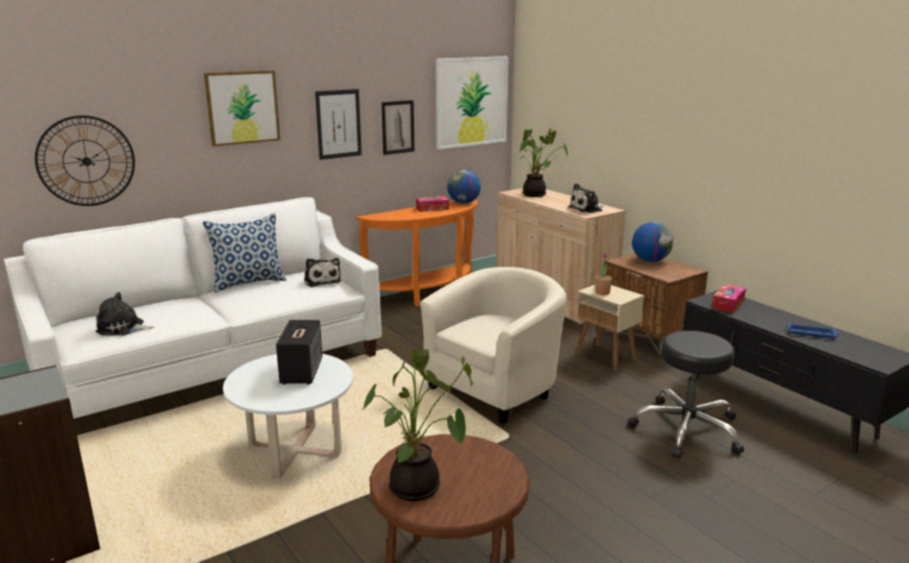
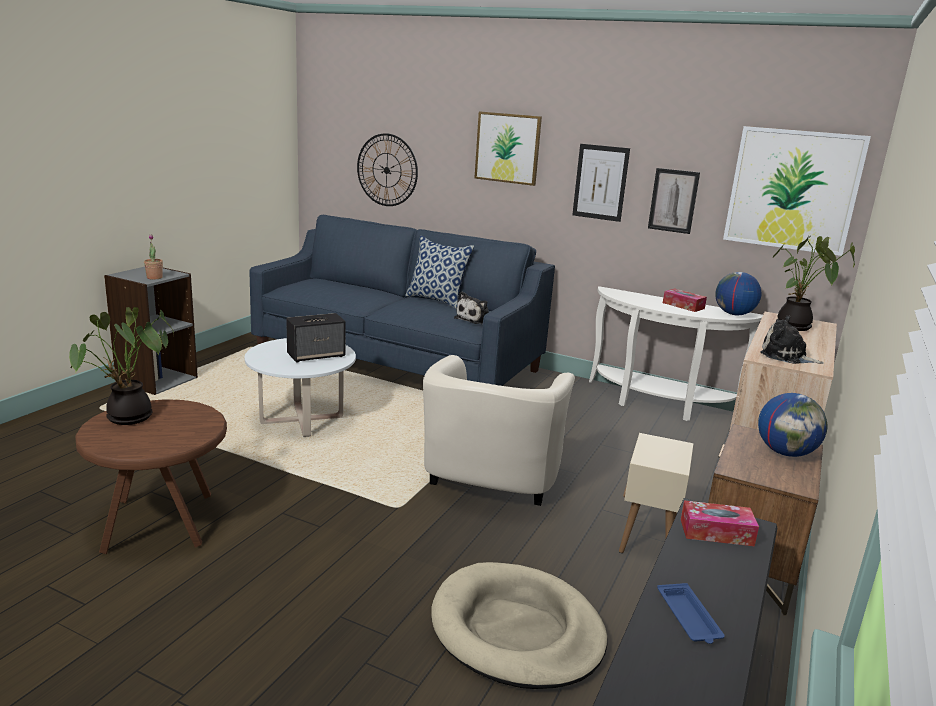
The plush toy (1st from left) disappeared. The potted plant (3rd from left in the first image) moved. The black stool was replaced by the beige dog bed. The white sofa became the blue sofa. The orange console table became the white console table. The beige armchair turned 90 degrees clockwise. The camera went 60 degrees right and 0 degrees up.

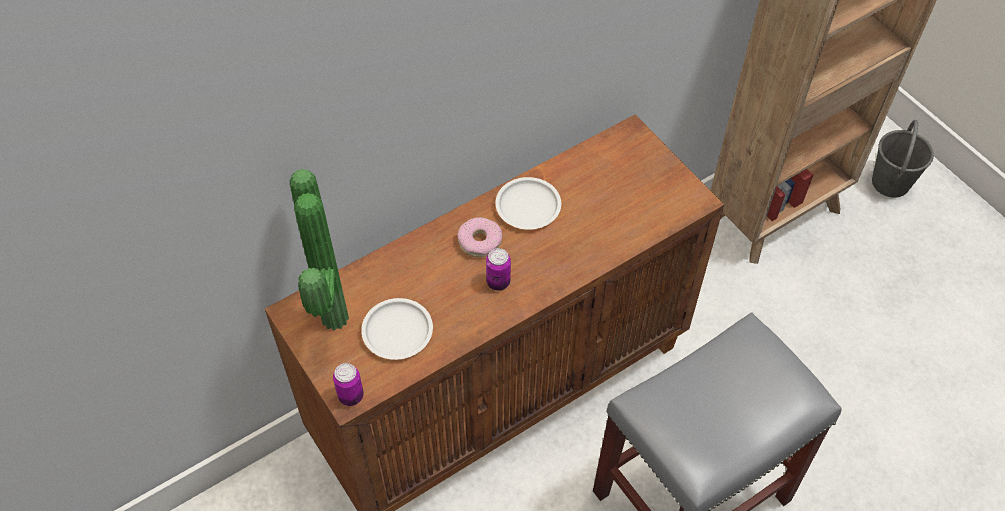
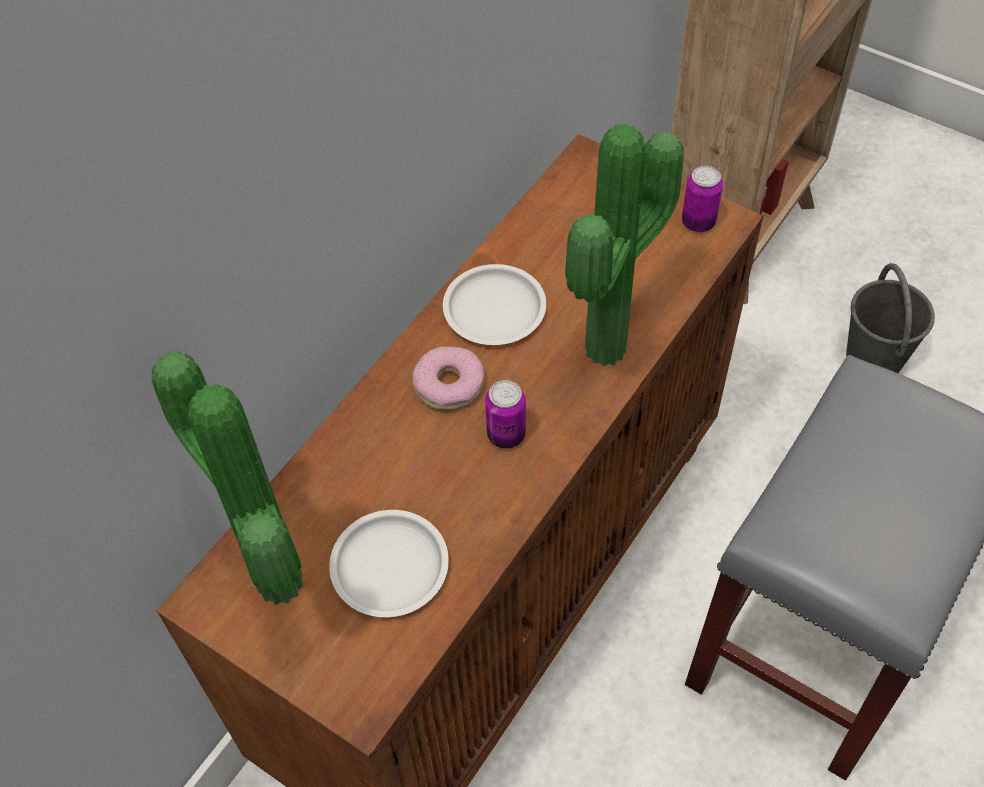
The potted plant (2nd from left) appeared. The can (1st from left in the first image) moved. The grey bucket moved. The camera went 20 degrees left and 0 degrees up.

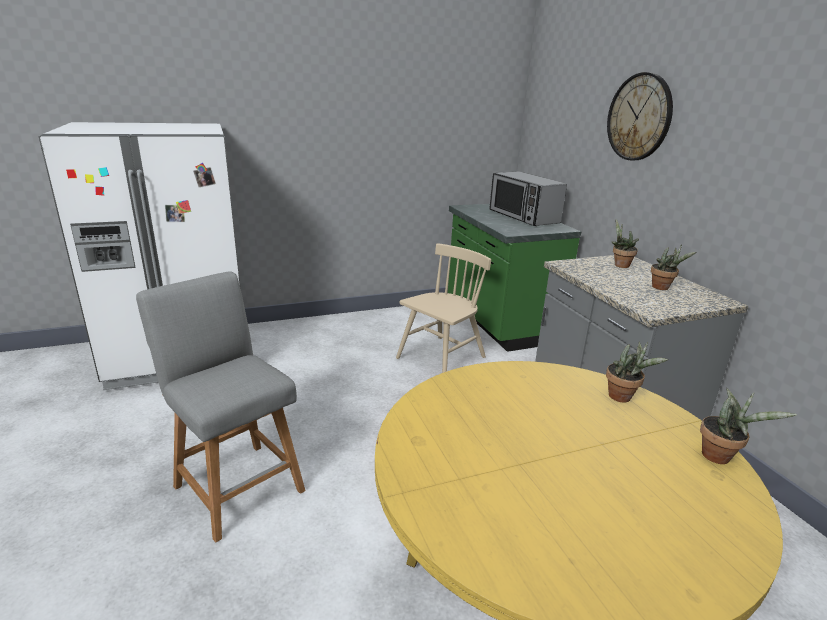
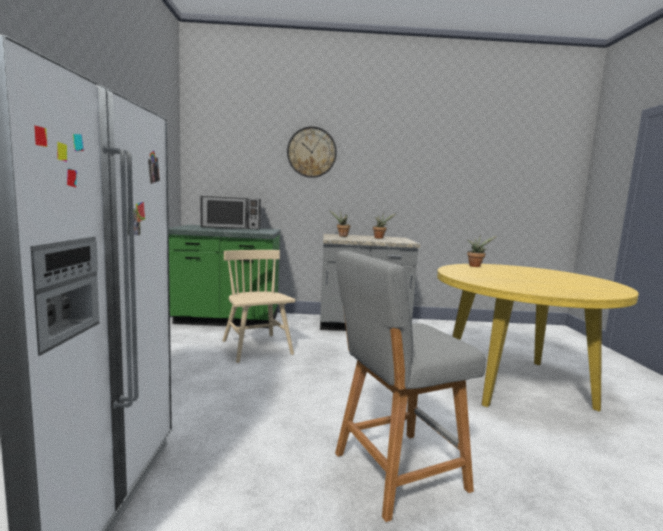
The potted plant (4th from left) disappeared. The camera went 70 degrees left and 15 degrees down.

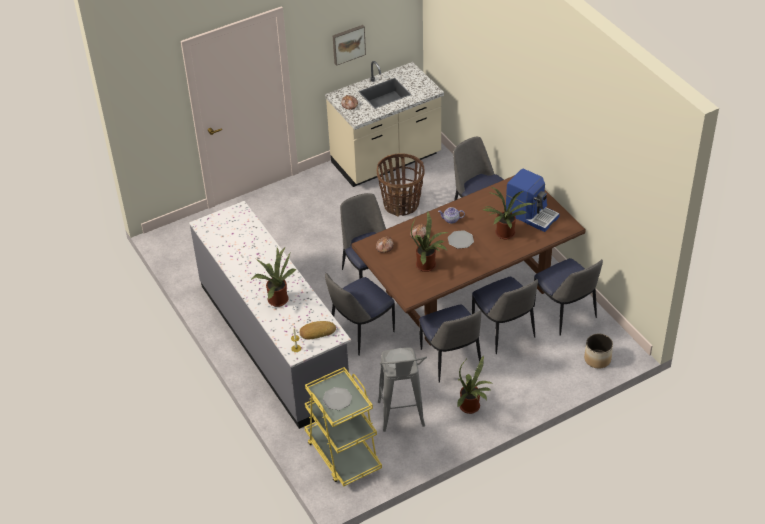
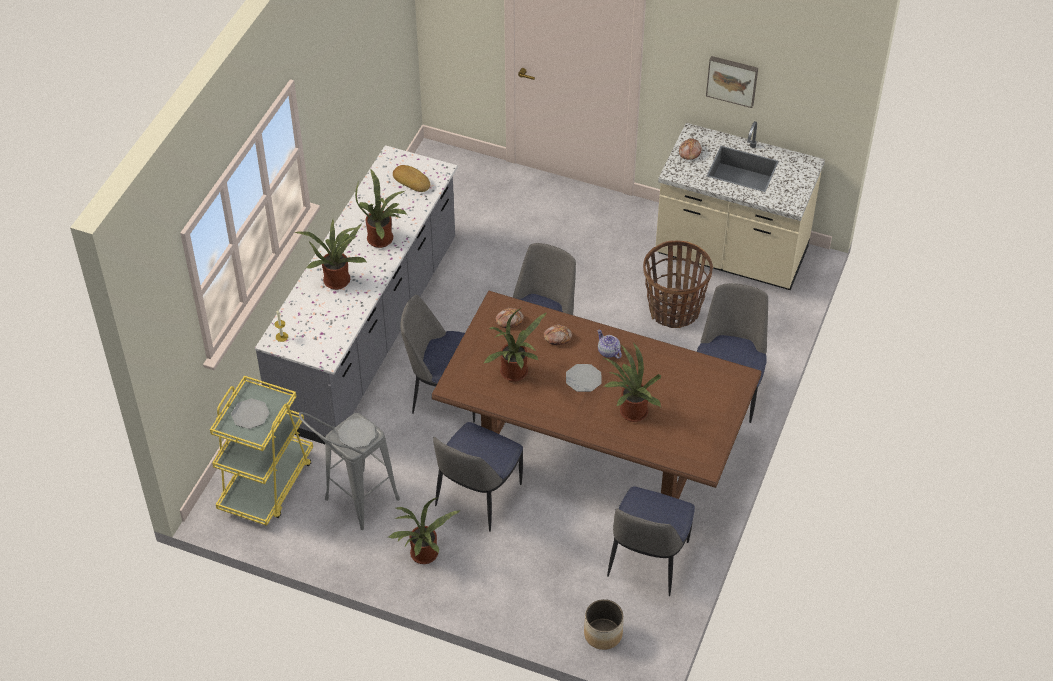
The chair (5th from left) disappeared. The coffee machine disappeared. The potted plant (2nd from left) appeared. The bread (1st from left) moved. The camera went 50 degrees right and 5 degrees up.

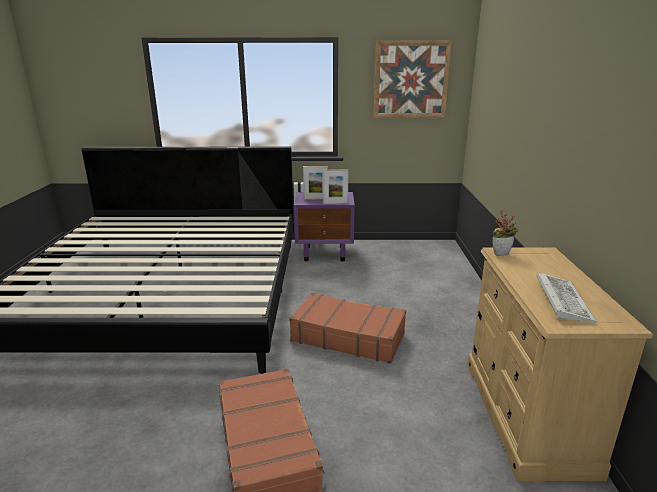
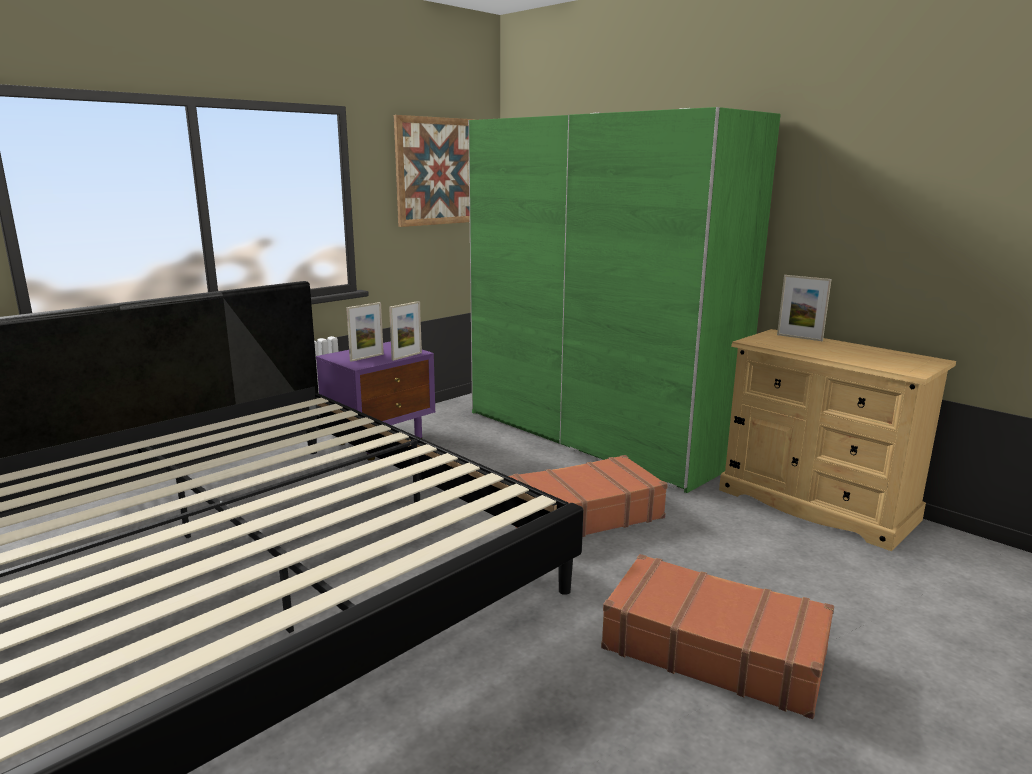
The potted plant disappeared. The keyboard disappeared. The green wardrobe appeared. The picture frame (3rd from left) appeared. The camera went 45 degrees left and 5 degrees down.

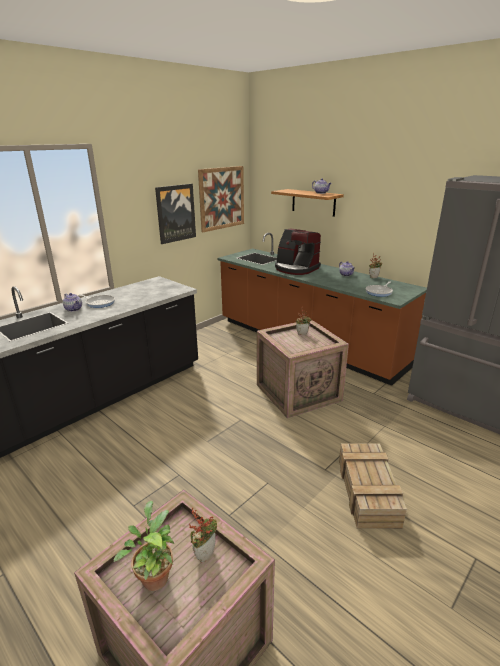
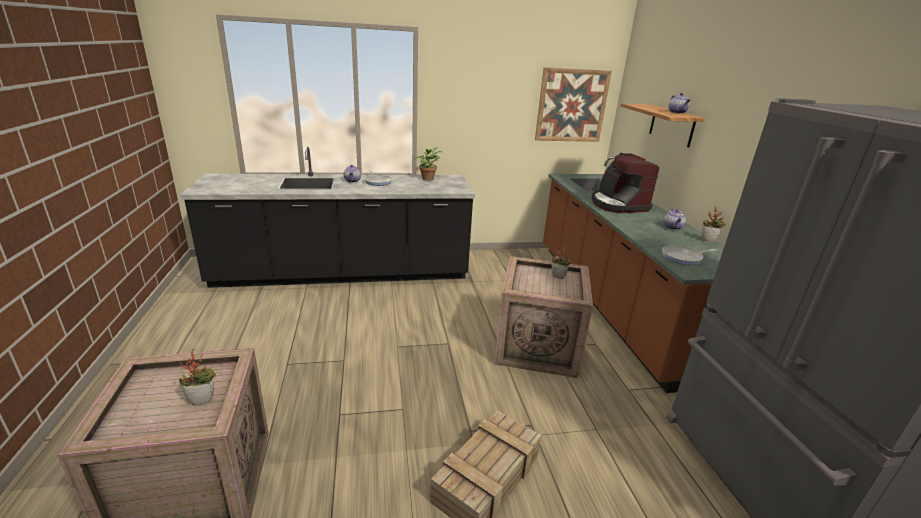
The picture (1st from left) disappeared. The potted plant (1st from left in the first image) moved. The camera went 35 degrees right and 0 degrees up.

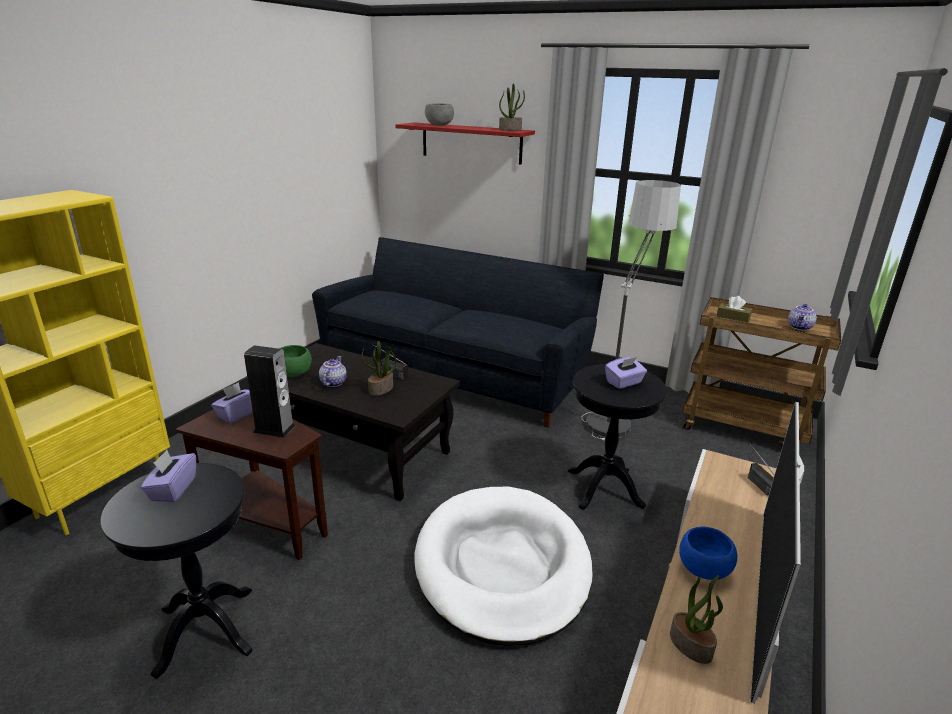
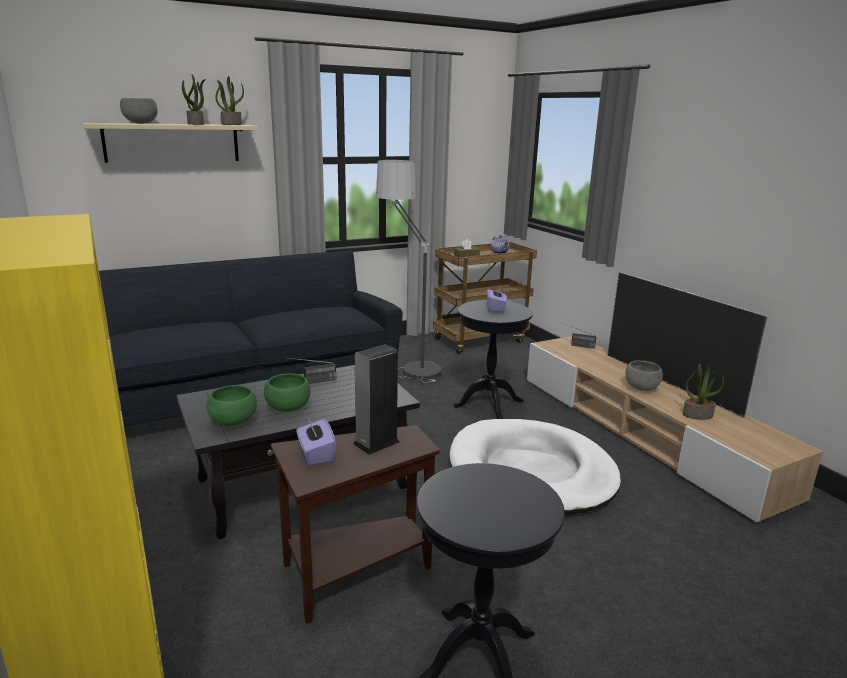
The purple tissue box (1st from left) disappeared. The potted plant (1st from left) moved. The teapot (1st from left) was replaced by the green bowl (2nd from left). The red shelf became the beige shelf. The blue bowl became the grey bowl (2nd from left). The camera went 55 degrees left and 5 degrees down.

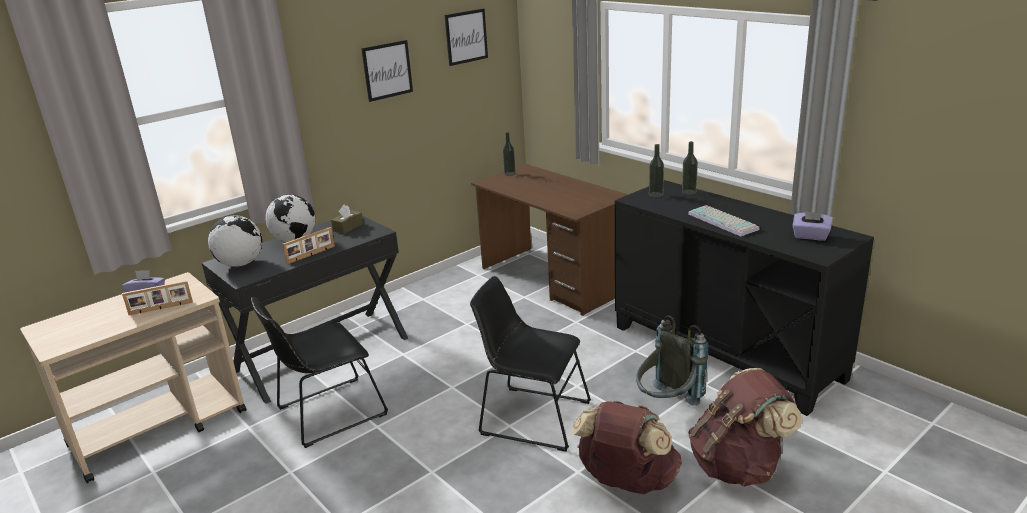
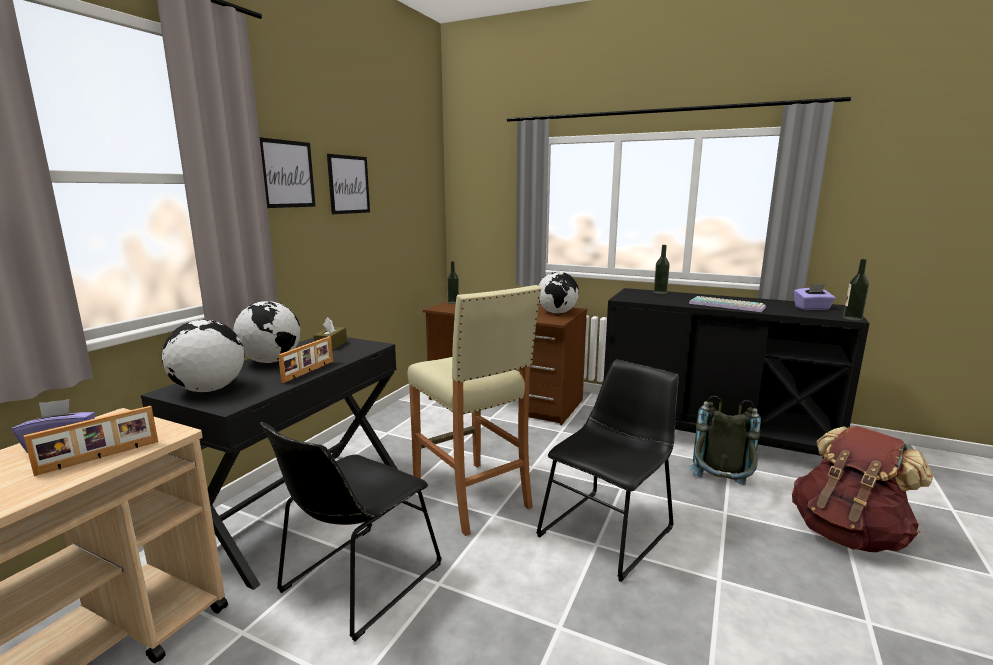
The brown backpack (1st from left) disappeared. The beige stool appeared. The globe (3rd from left) appeared. The picture (2nd from left in the first image) moved. The bottle (2nd from left in the first image) moved. The black chair (2nd from left) turned 135 degrees clockwise. The camera went 25 degrees left and 10 degrees down.

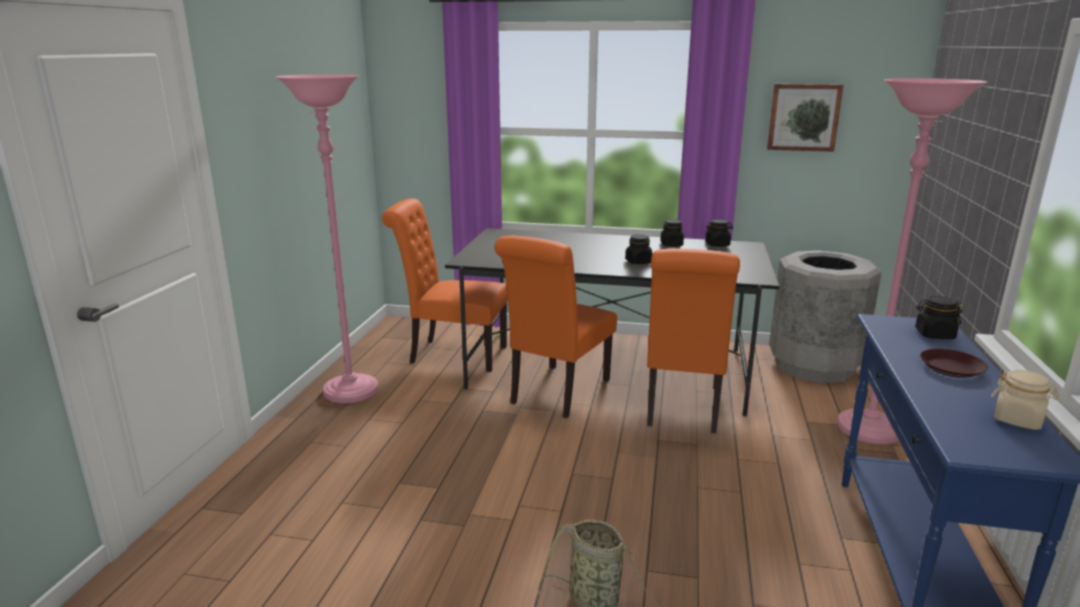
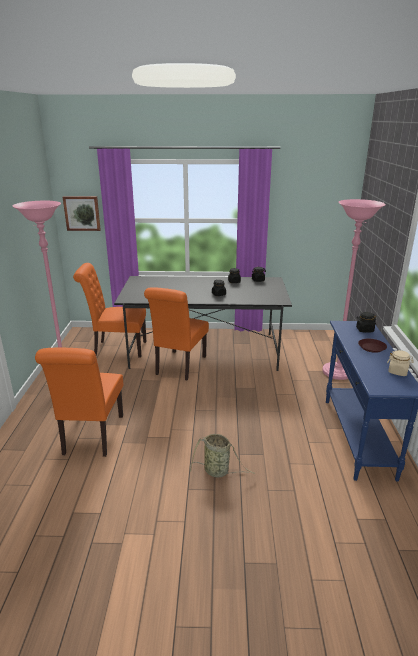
The grey trash can disappeared. The orange chair (3rd from left in the first image) moved. The picture moved. The camera went 10 degrees left and 5 degrees up.

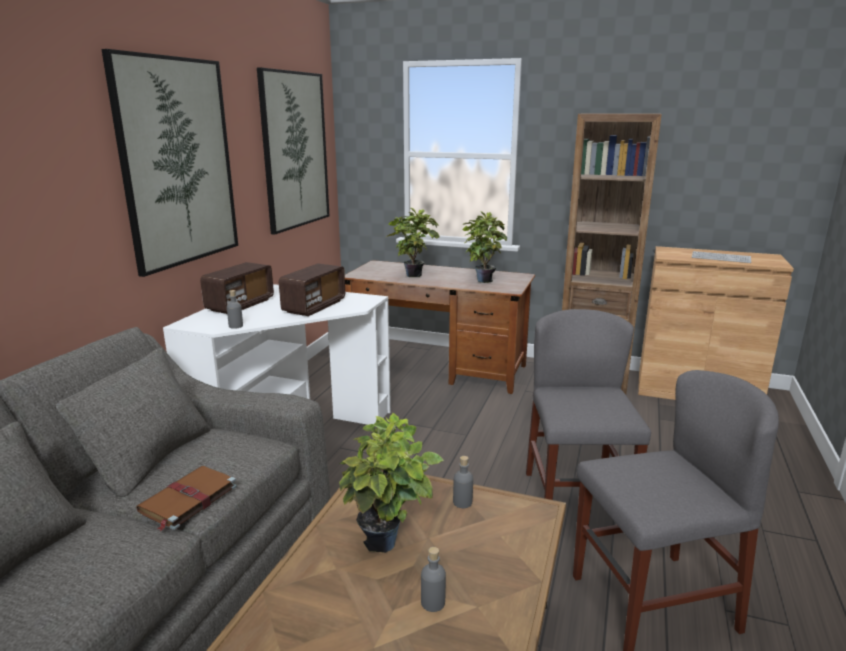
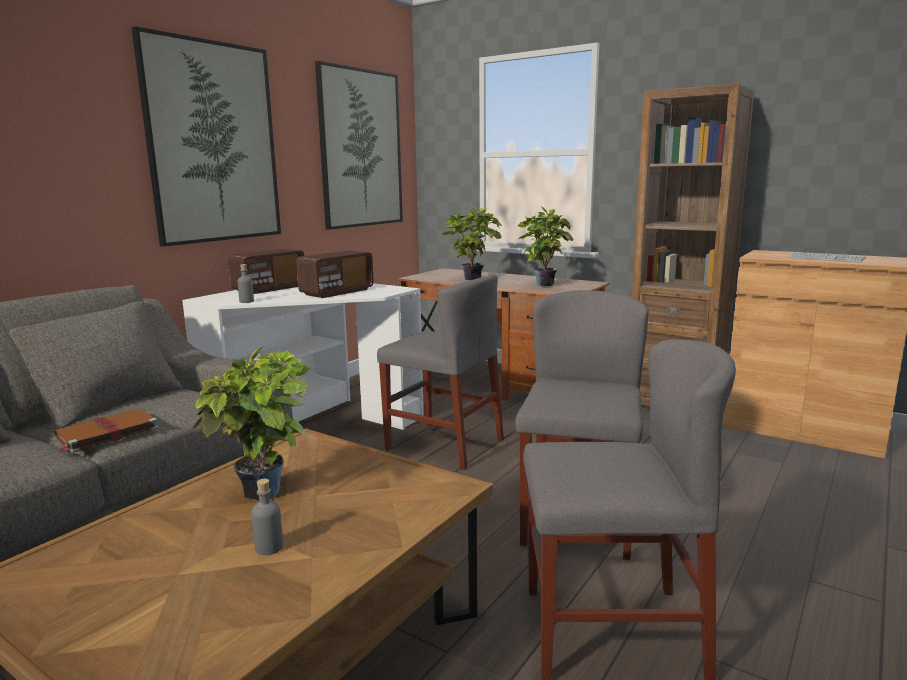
The grey bottle (3rd from left) disappeared. The grey chair (1st from left) appeared. The camera went 15 degrees right and 5 degrees down.

